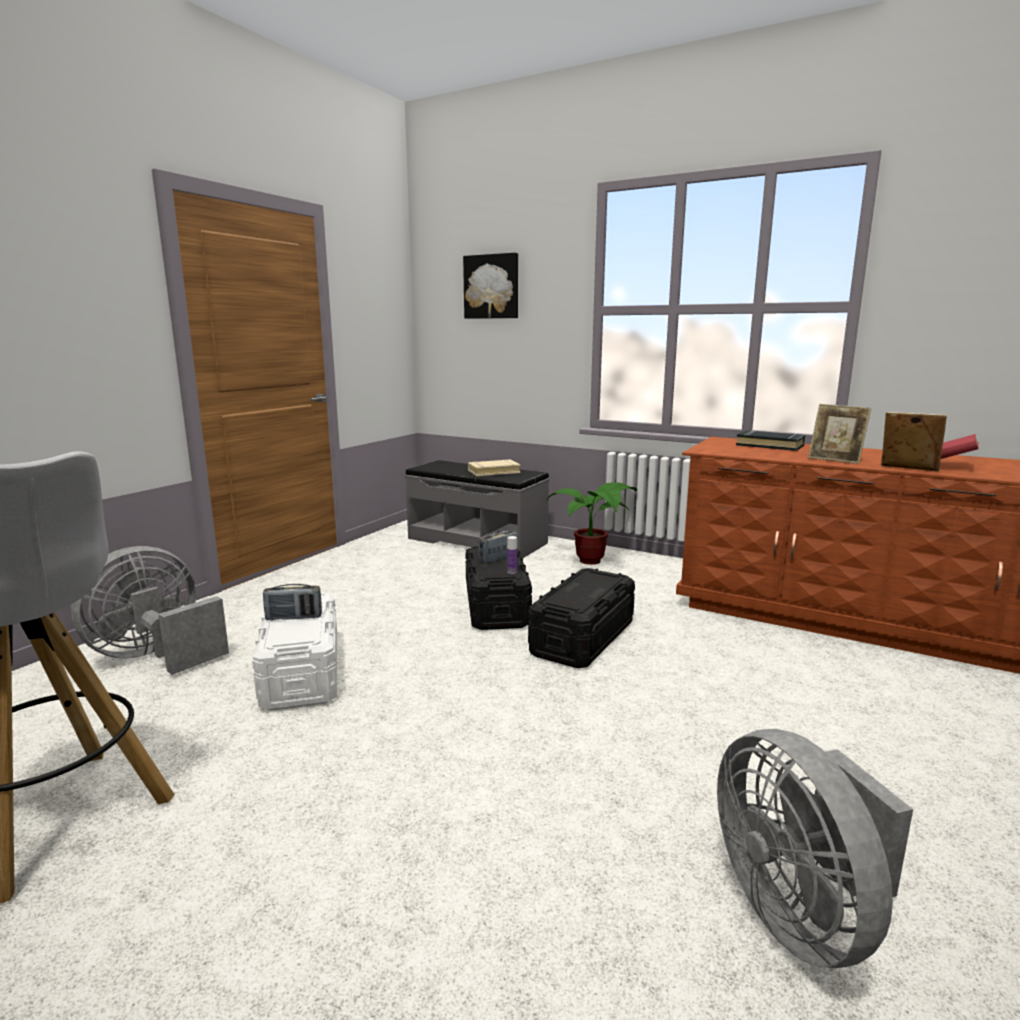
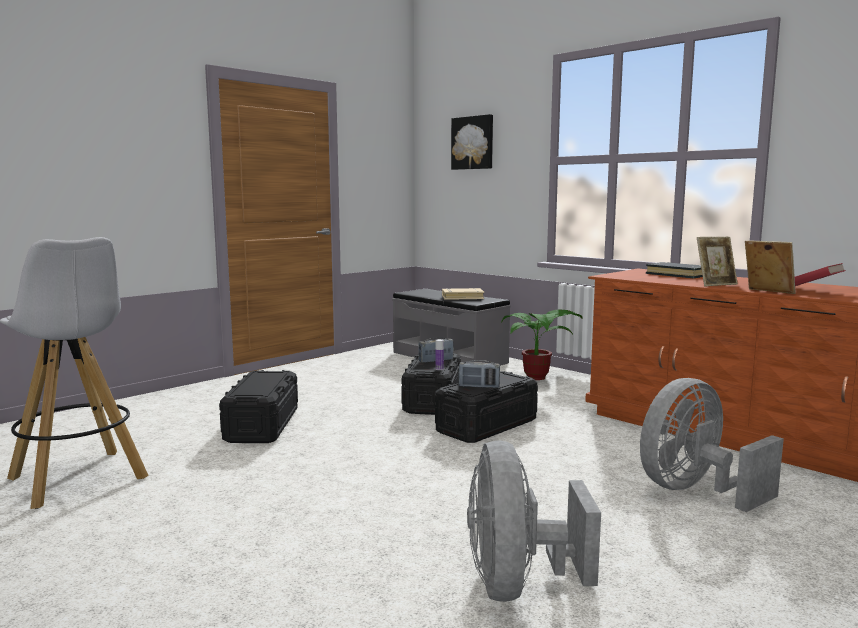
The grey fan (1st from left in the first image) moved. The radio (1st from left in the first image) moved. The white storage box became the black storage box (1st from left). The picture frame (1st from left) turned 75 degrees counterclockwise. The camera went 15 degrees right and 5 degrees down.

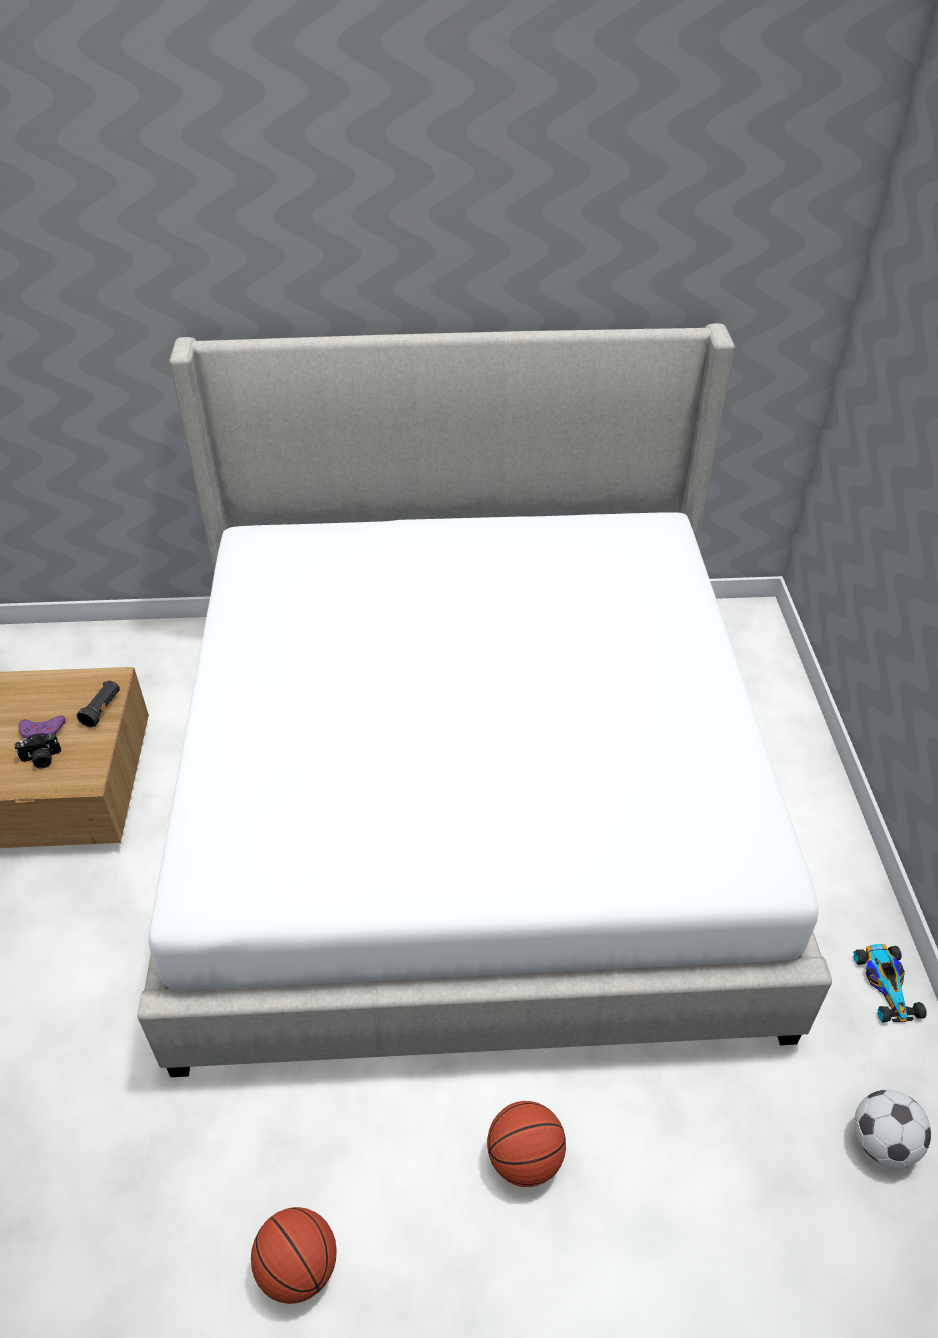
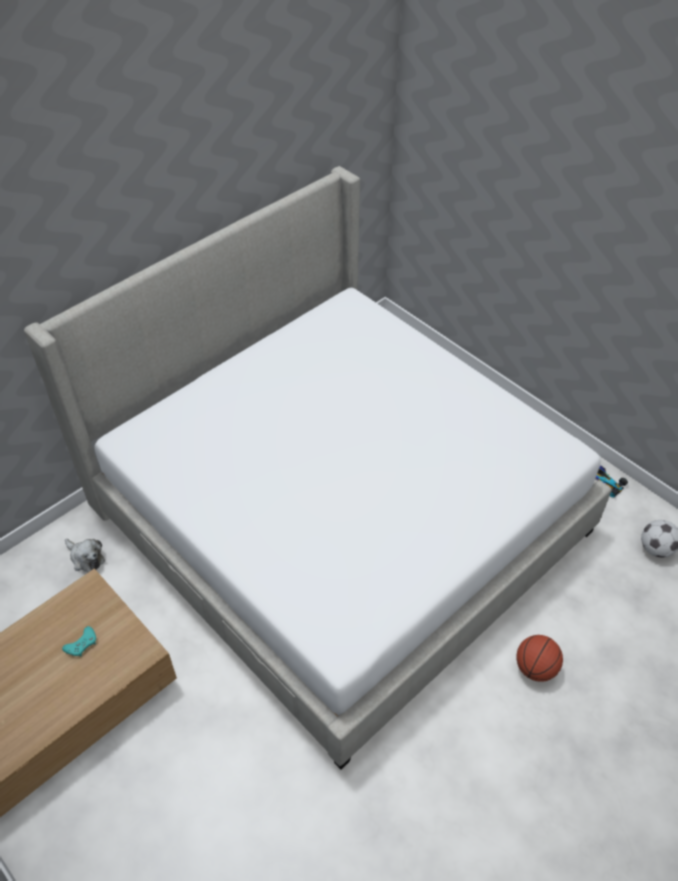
The photo camera disappeared. The black flashlight disappeared. The basketball (1st from left) disappeared. The plush toy appeared. The purple game controller became the turquoise game controller. The camera went 40 degrees left and 5 degrees up.

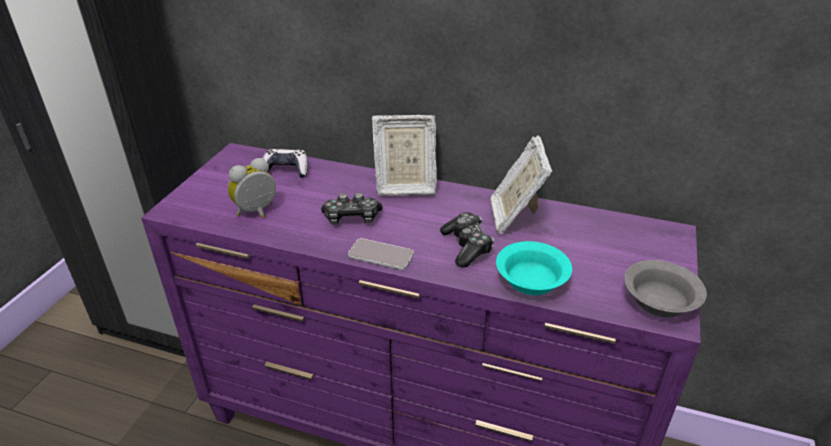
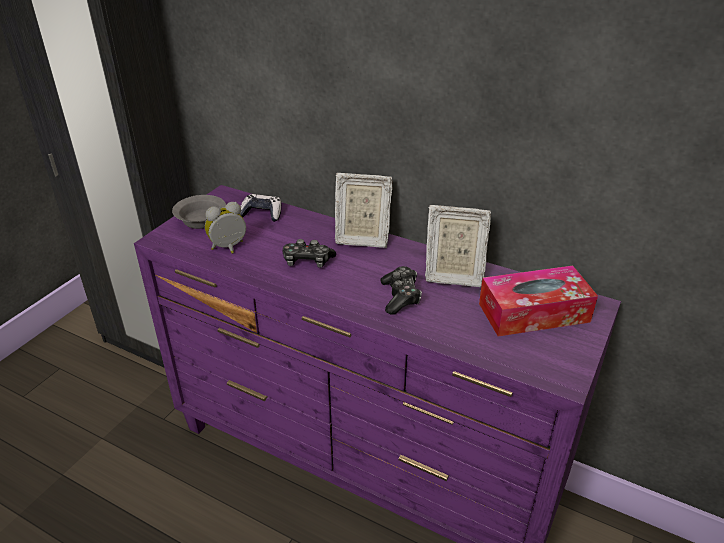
The phone disappeared. The turquoise bowl disappeared. The tissue box appeared. The grey bowl moved. The picture frame (2nd from left) turned 90 degrees counterclockwise. The camera went 10 degrees right and 0 degrees up.

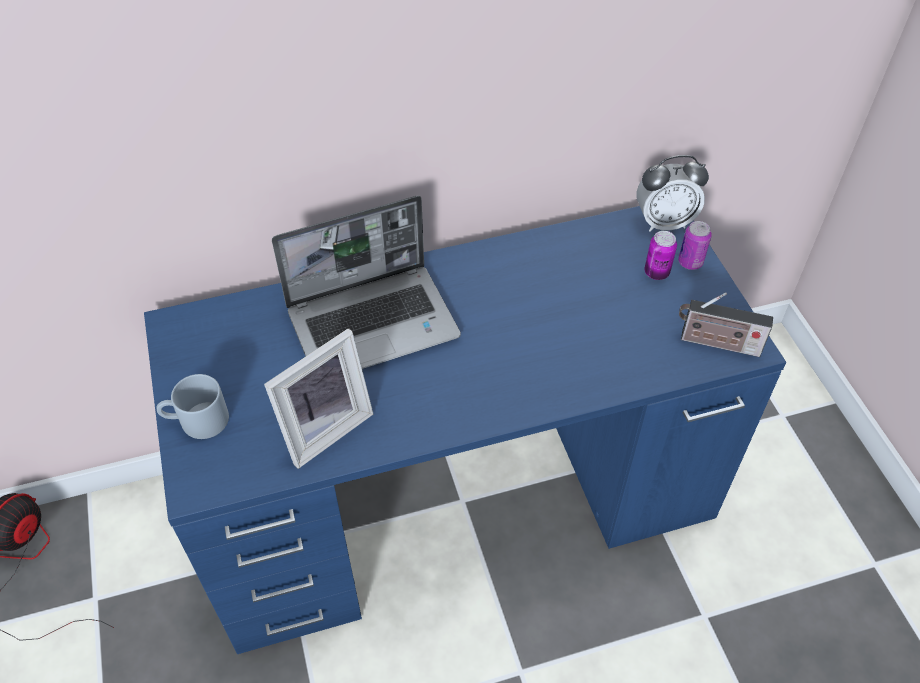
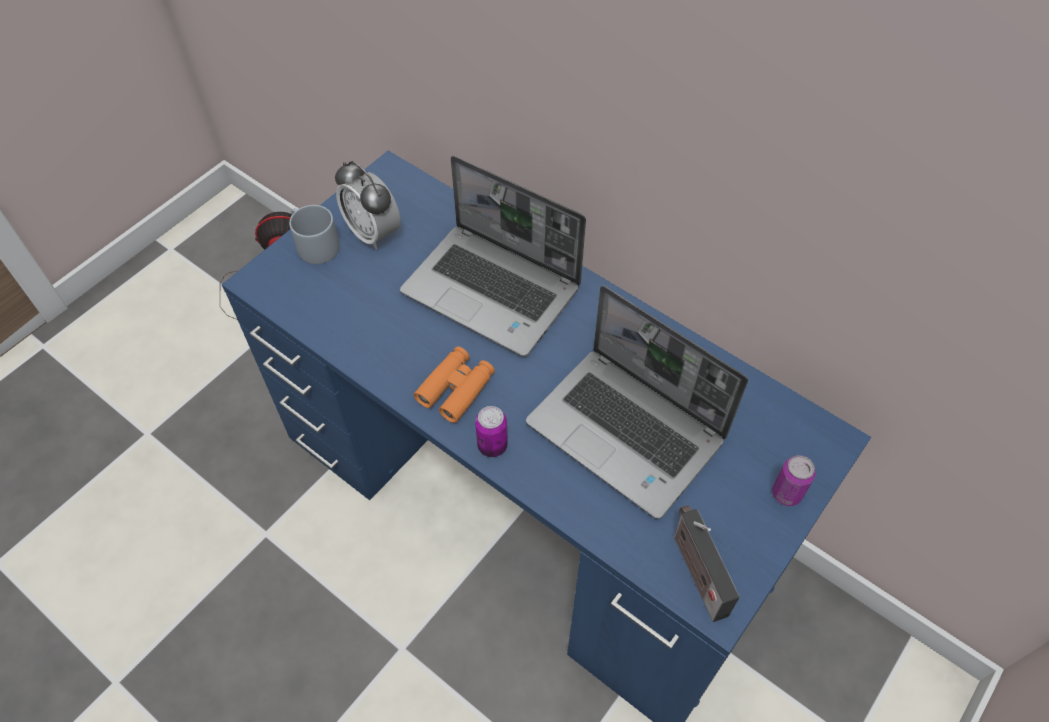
The picture frame disappeared. The orange binoculars appeared. The laptop (2nd from left) appeared. The alarm clock moved. The can (1st from left) moved. The camera went 55 degrees right and 5 degrees up.

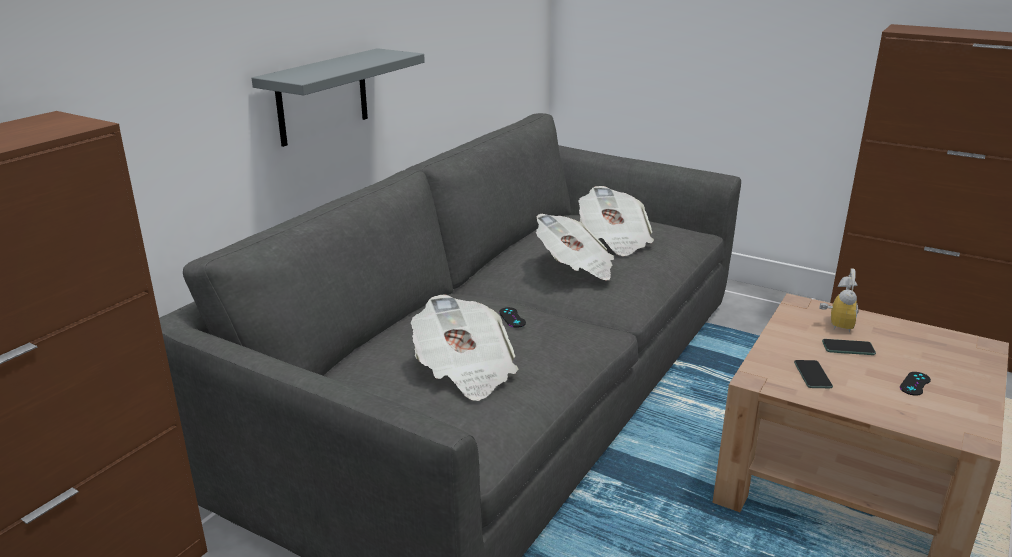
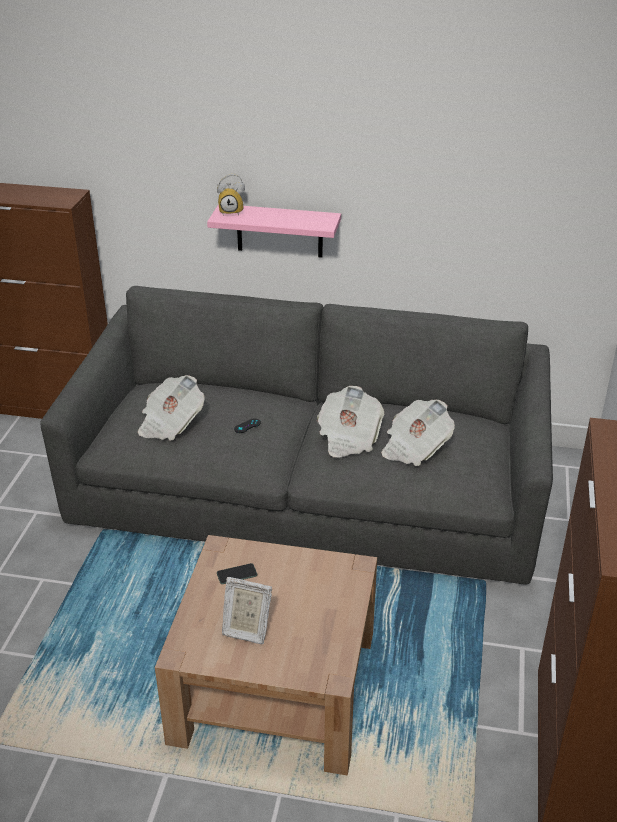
The phone (2nd from left) disappeared. The alarm clock moved. The black game controller (2nd from left) was replaced by the picture frame. The grey shelf became the pink shelf. The camera went 70 degrees right and 10 degrees up.

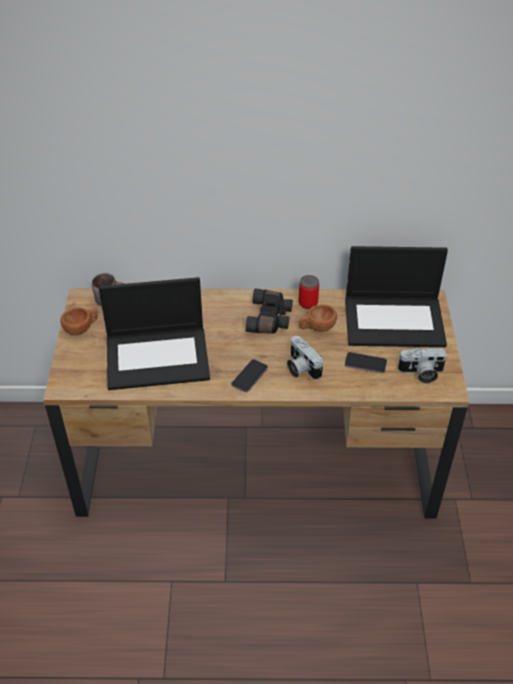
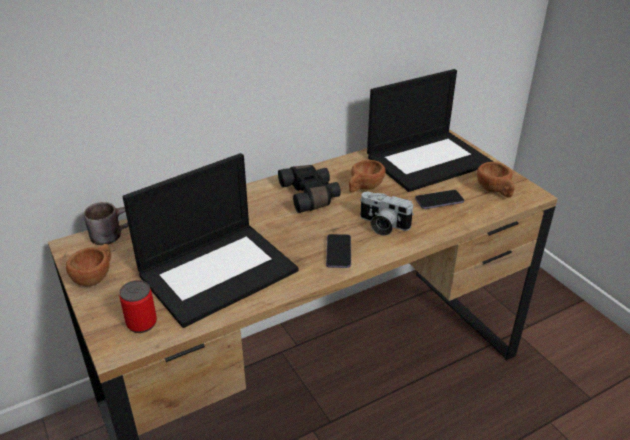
The can moved. The photo camera (2nd from left) was replaced by the brown cup (3rd from left). The camera went 30 degrees left and 10 degrees down.

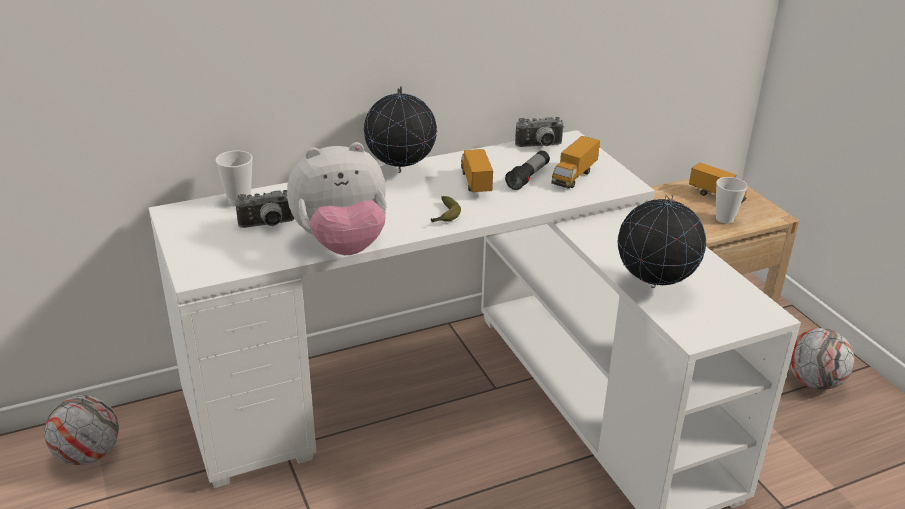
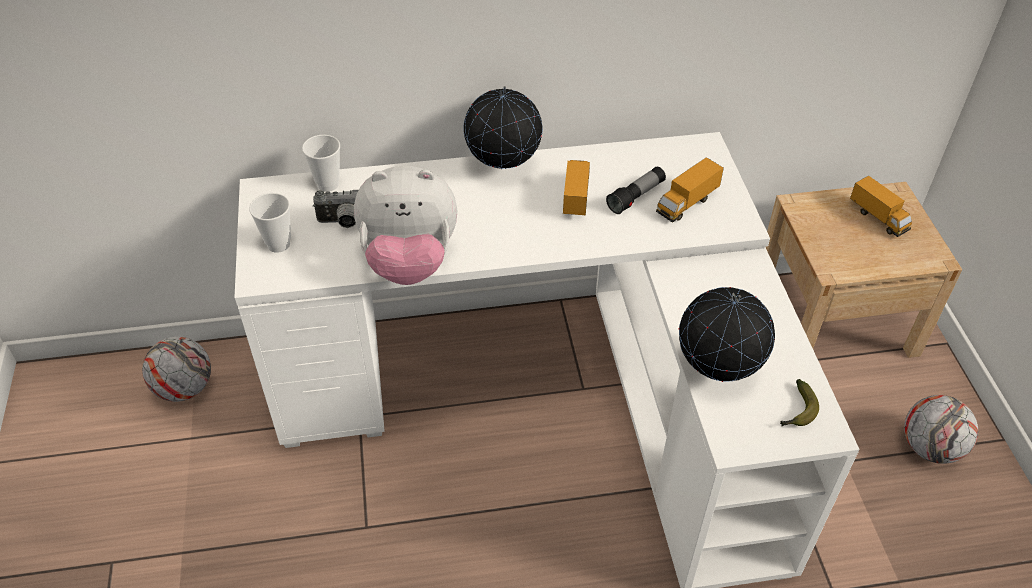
The photo camera (2nd from left) disappeared. The banana moved. The cup (2nd from left in the first image) moved. The camera went 15 degrees right and 15 degrees up.

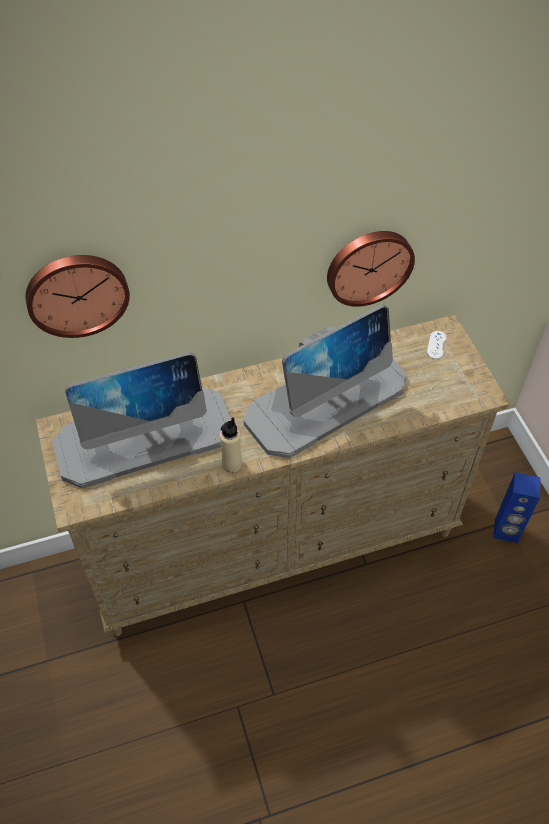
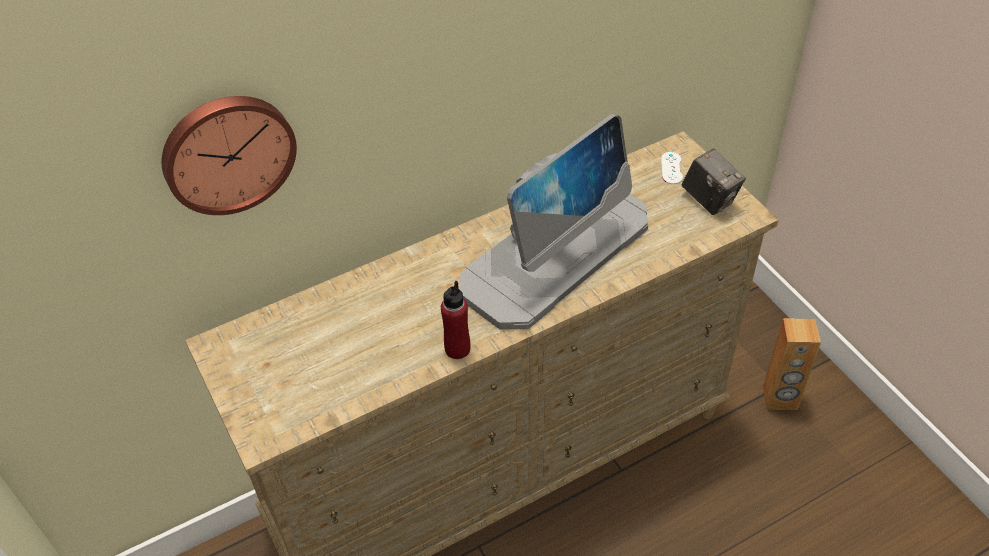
The monitor (1st from left) disappeared. The wall clock (2nd from left) disappeared. The photo camera appeared. The beige bottle became the red bottle. The blue speaker became the brown speaker. The camera went 10 degrees left and 5 degrees down.

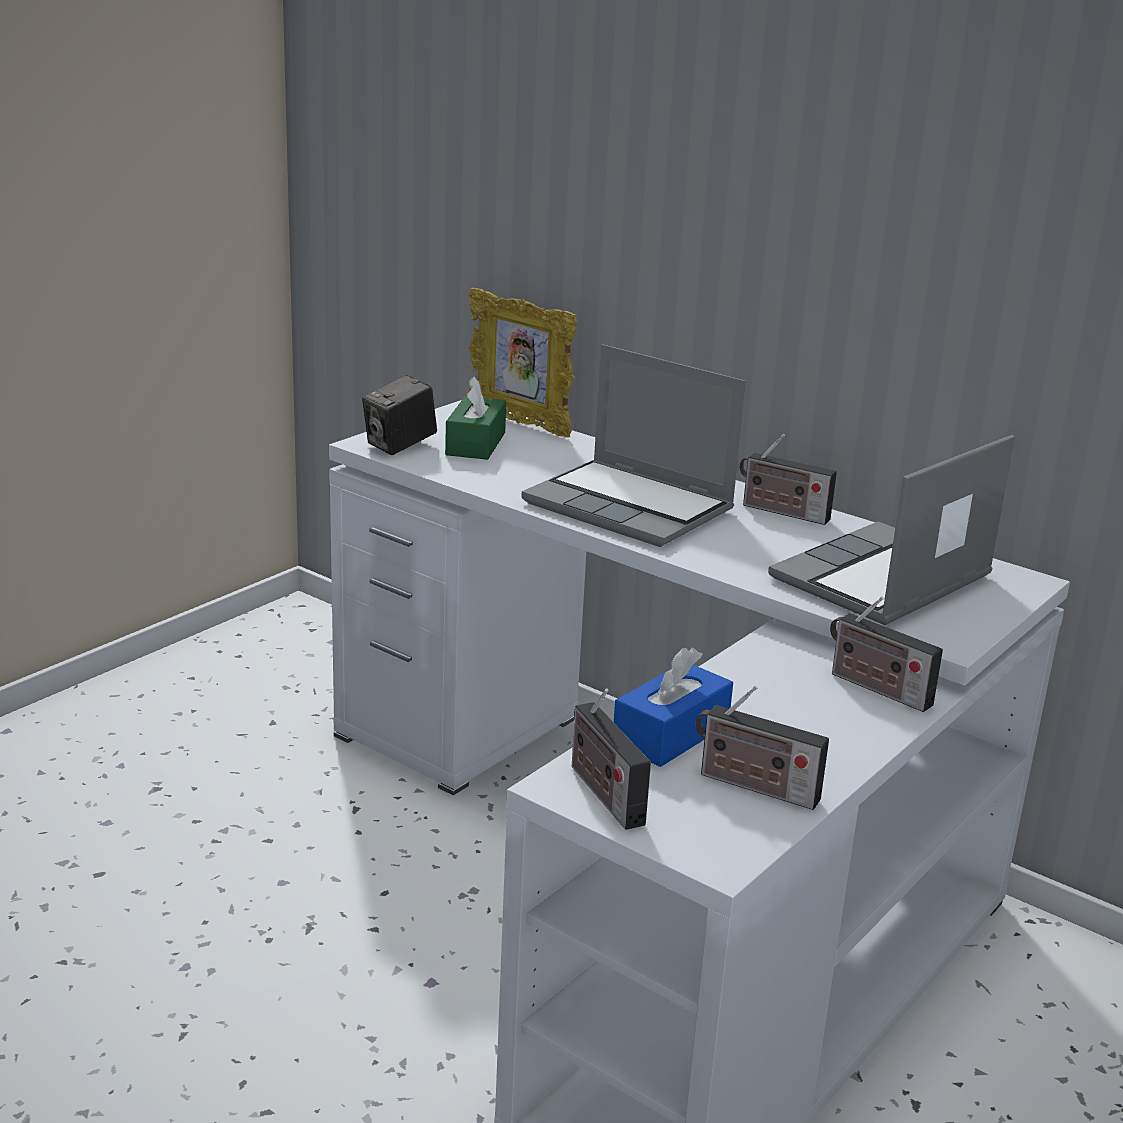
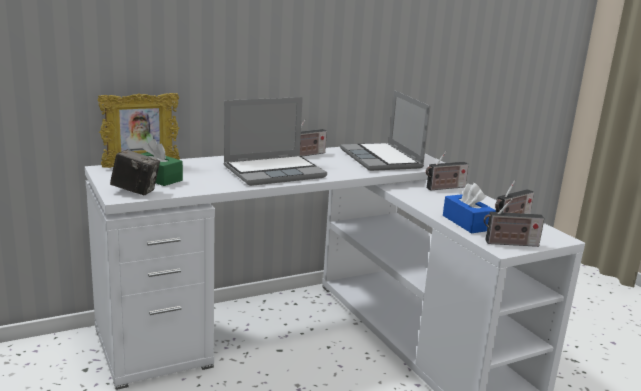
The photo camera turned 60 degrees counterclockwise. The camera went 65 degrees left and 5 degrees down.

